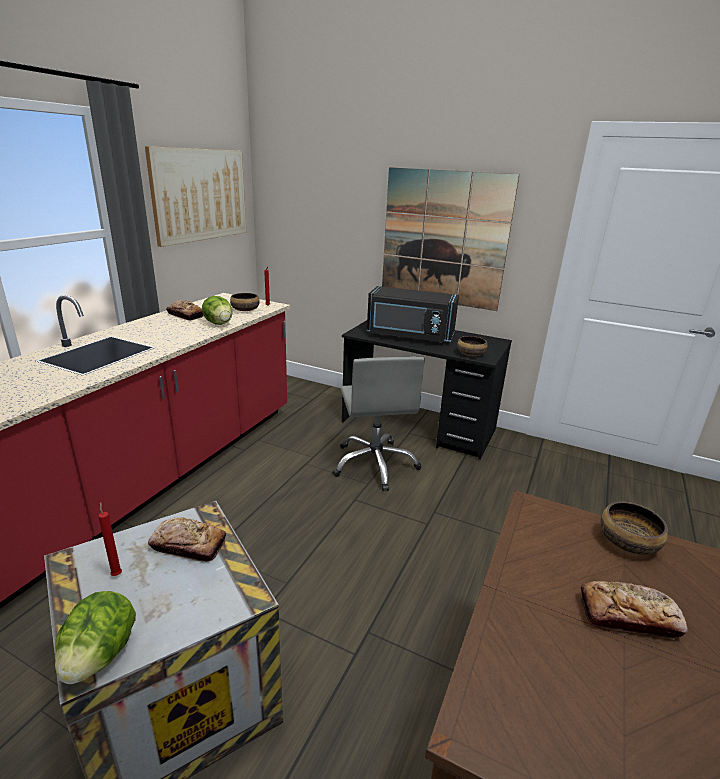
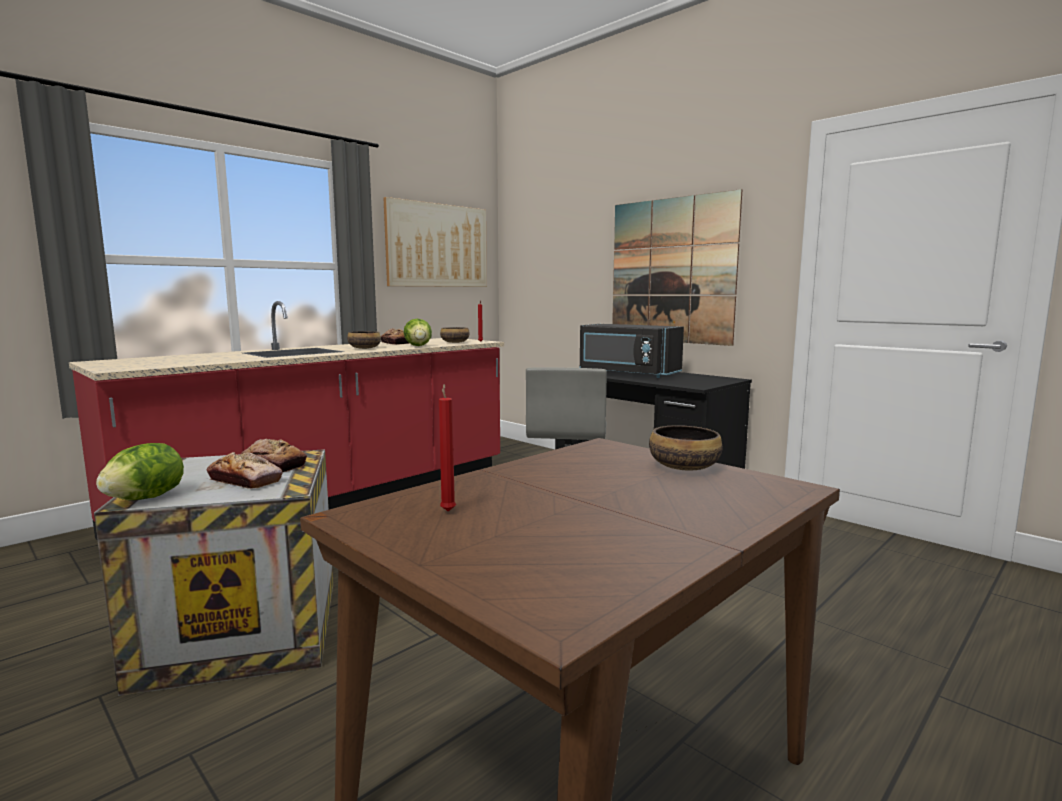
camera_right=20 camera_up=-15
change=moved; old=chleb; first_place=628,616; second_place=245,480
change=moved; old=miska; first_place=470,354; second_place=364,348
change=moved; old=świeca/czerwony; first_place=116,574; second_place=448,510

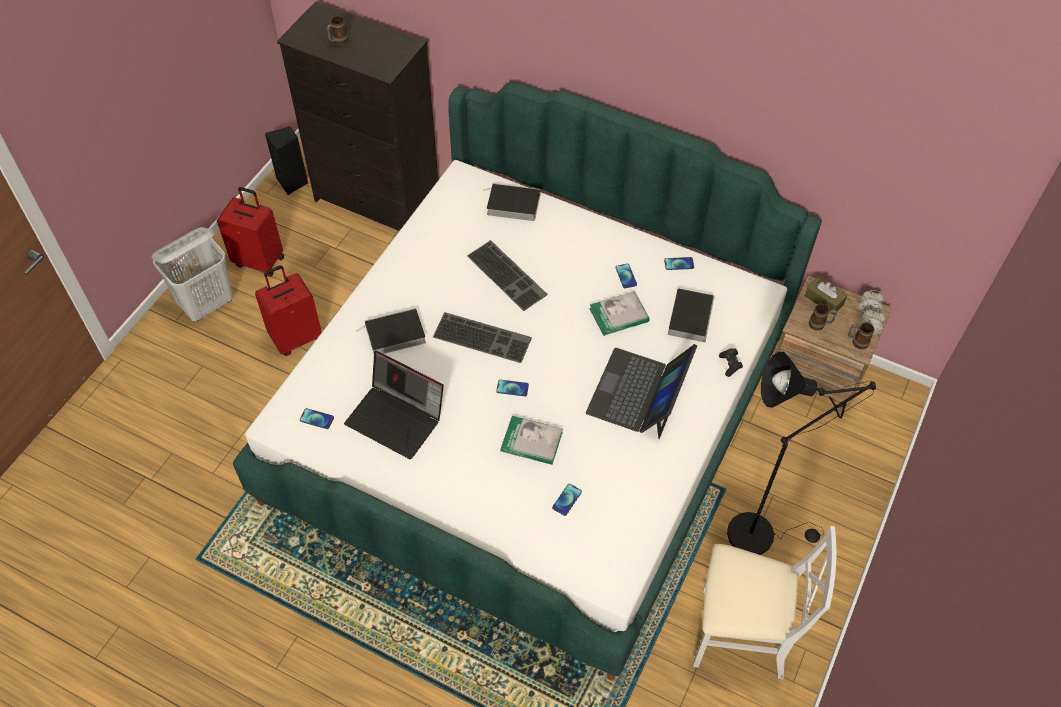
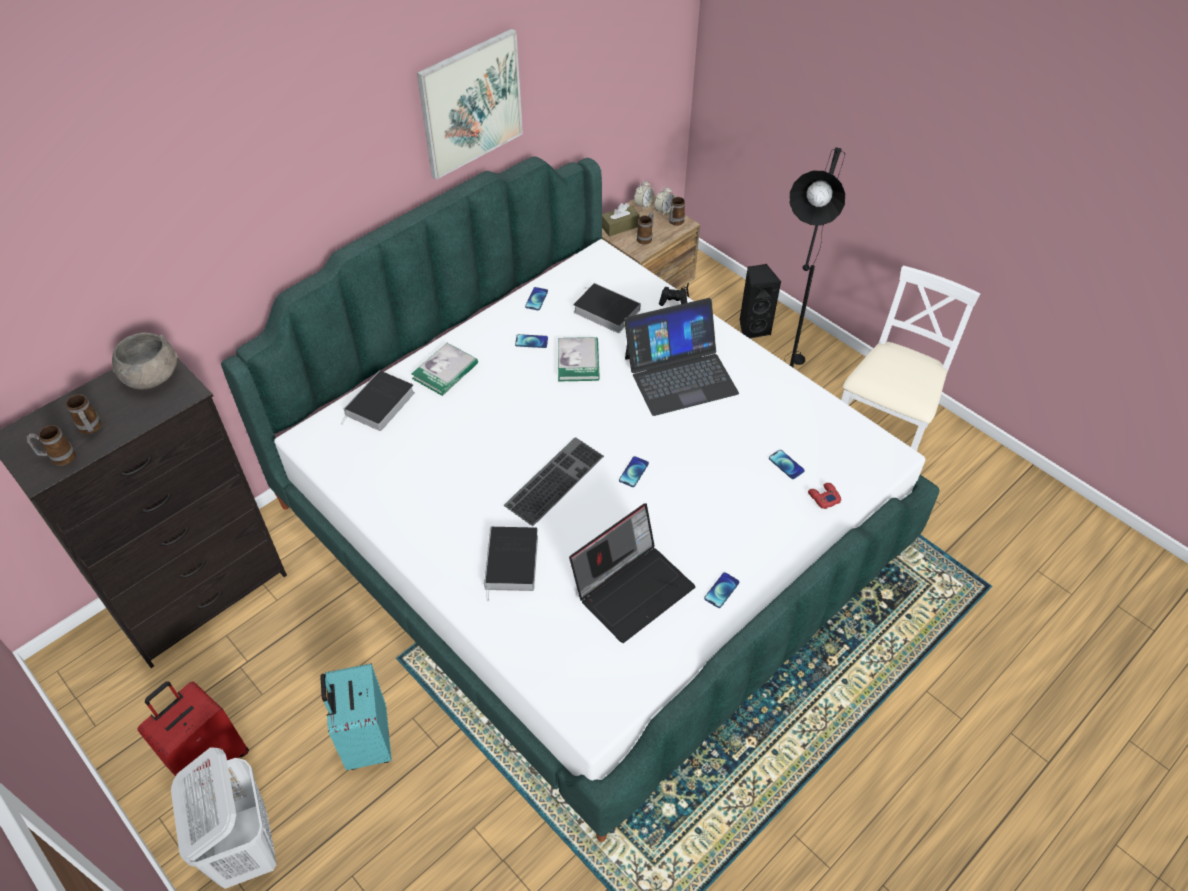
camera_right=-70 camera_up=-5
change=added; new=kubek; second_place=58,458
change=added; new=miska/szary; second_place=153,376
change=recoloured; old=walizka/czerwony; new=walizka/turkusowy; first_place=296,337; second_place=366,741
change=moved; old=książka; first_place=531,442; second_place=445,371
change=added; new=obraz; second_place=471,104
change=turned; old=laptop; first_place=638,393; second_place=680,374; degrees=-60
change=moved; old=telefon; first_place=317,419; second_place=721,590
change=moved; old=głośnik/czarny; first_place=293,182; second_place=753,328
change=added; new=pad do gier/czerwony; second_place=823,497
change=removed; old=klawiatura; first_place=508,275

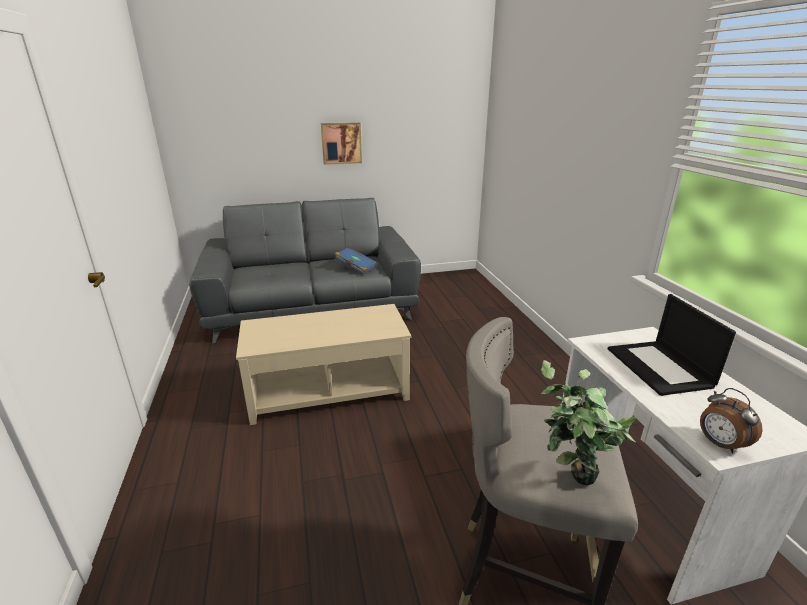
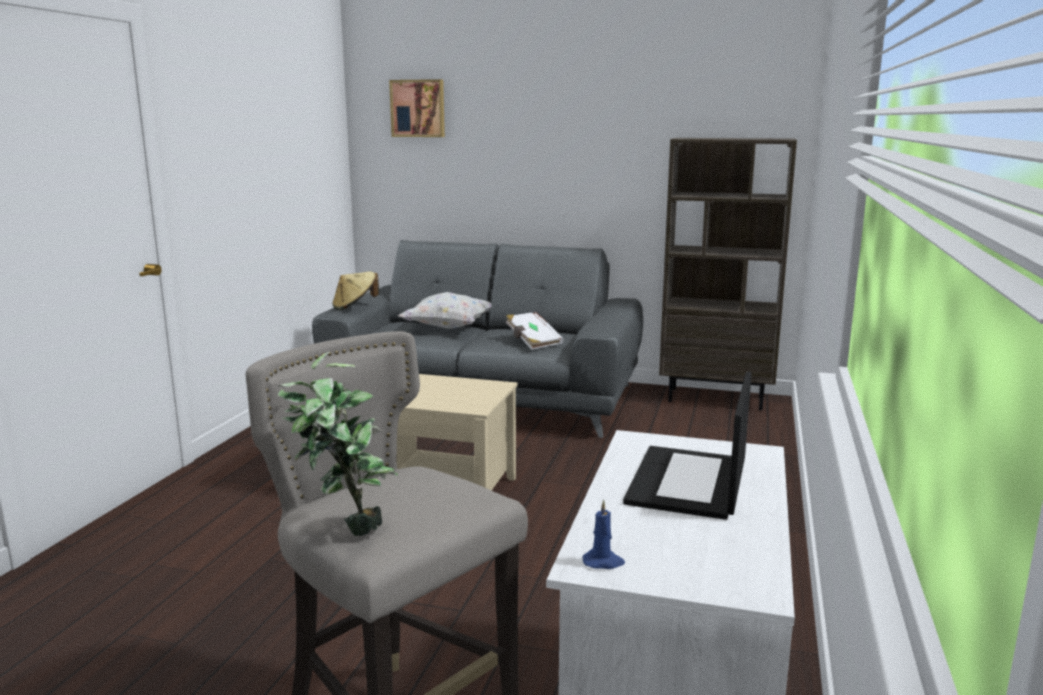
camera_right=30 camera_up=-10
change=added; new=kapelusz/beżowy; second_place=355,306
change=moved; old=obraz; first_place=341,143; second_place=418,108
change=added; new=poduszka/biały; second_place=448,328
change=recoloured; old=książka/niebieski; new=książka/biały; first_place=355,268; second_place=532,342
change=replaced; old=budzik; new=świeca/niebieski; first_place=719,444; second_place=603,562
change=added; new=regał/brązowy; second_place=716,398

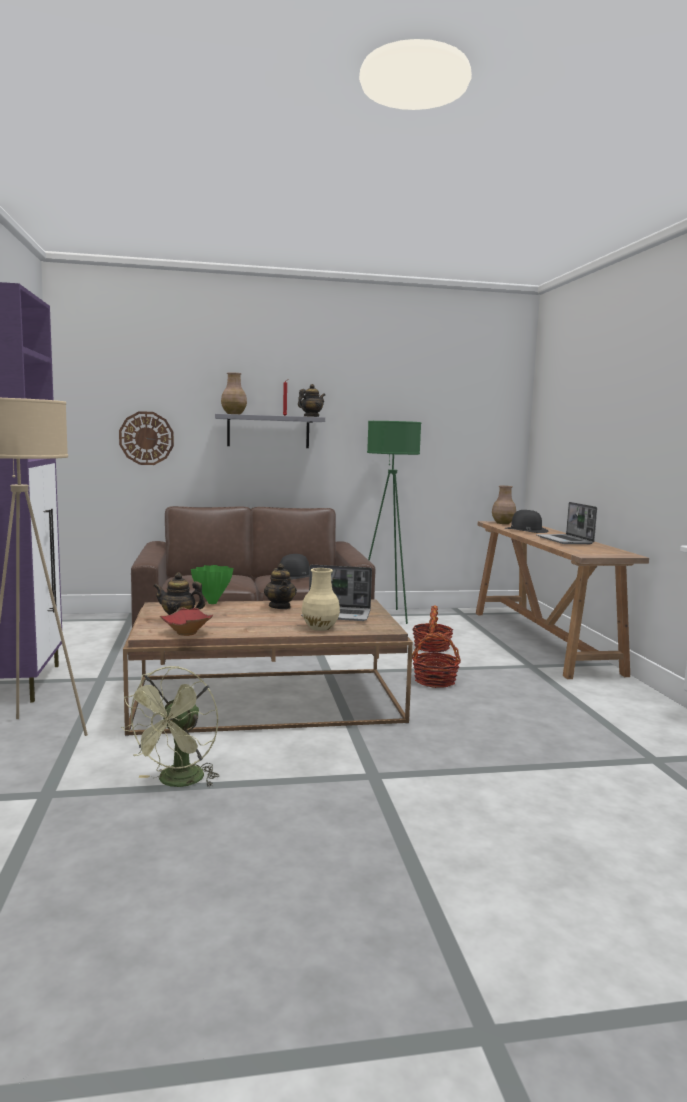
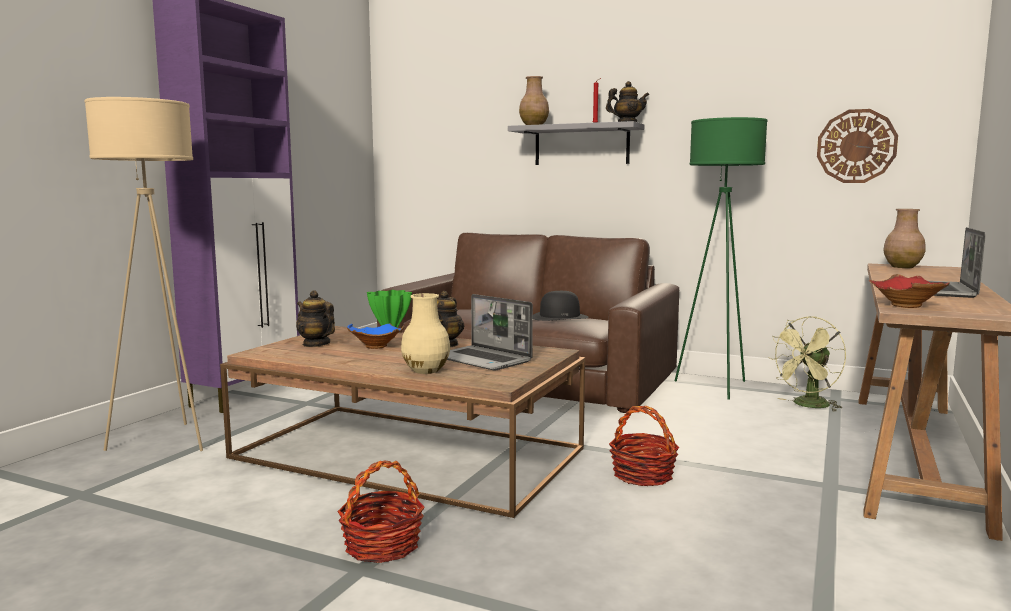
camera_right=35 camera_up=0
change=moved; old=koszyk; first_place=432,647; second_place=382,546
change=added; new=miska/niebieski; second_place=376,347
change=moved; old=wentylator/zielony; first_place=177,782; second_place=808,406
change=moved; old=zegar ścienny; first_place=146,438; second_place=856,146
change=moved; old=miska/czerwony; first_place=188,632; second_place=908,305
change=removed; old=kapelusz/czarny; first_place=526,530

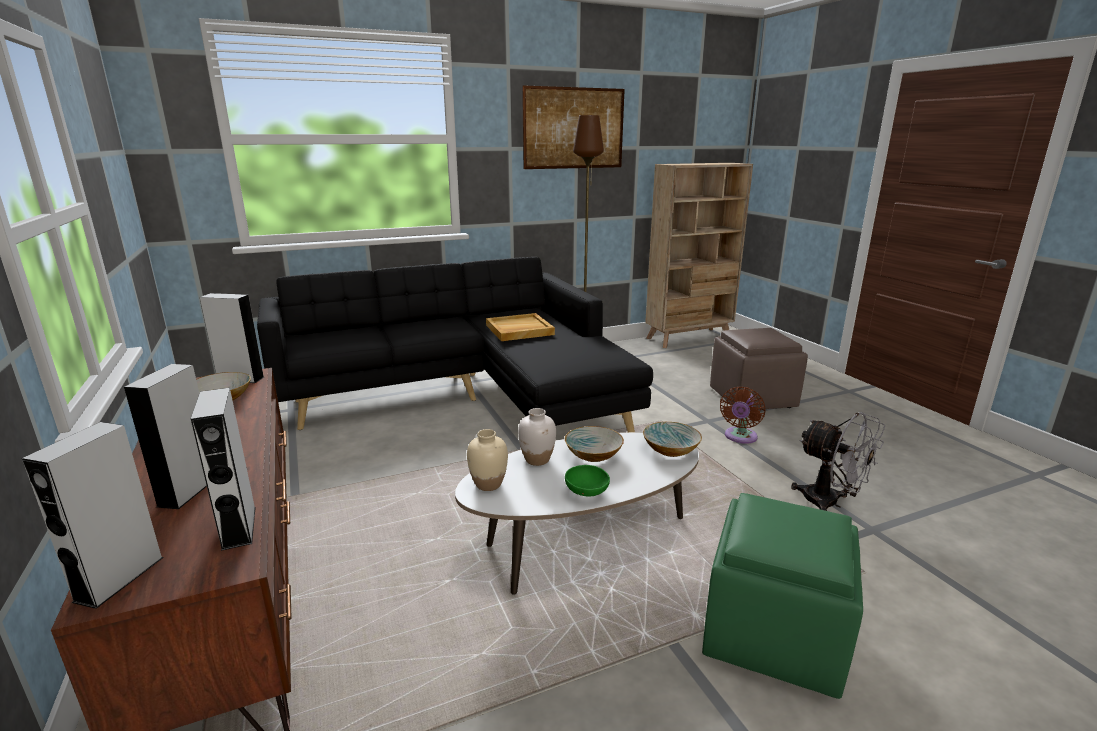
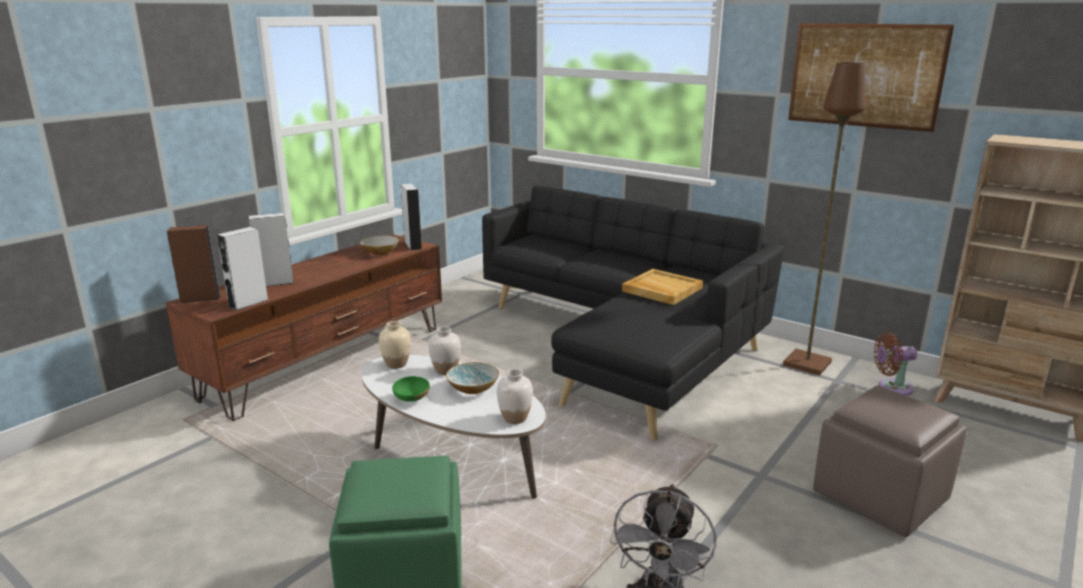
camera_right=60 camera_up=0
change=recoloured; old=głośnik/szary; new=głośnik/brązowy; first_place=119,579; second_place=200,299
change=replaced; old=miska; new=wazon/biały; first_place=671,450; second_place=515,418
change=moved; old=wentylator/brązowy; first_place=739,437; second_place=891,387

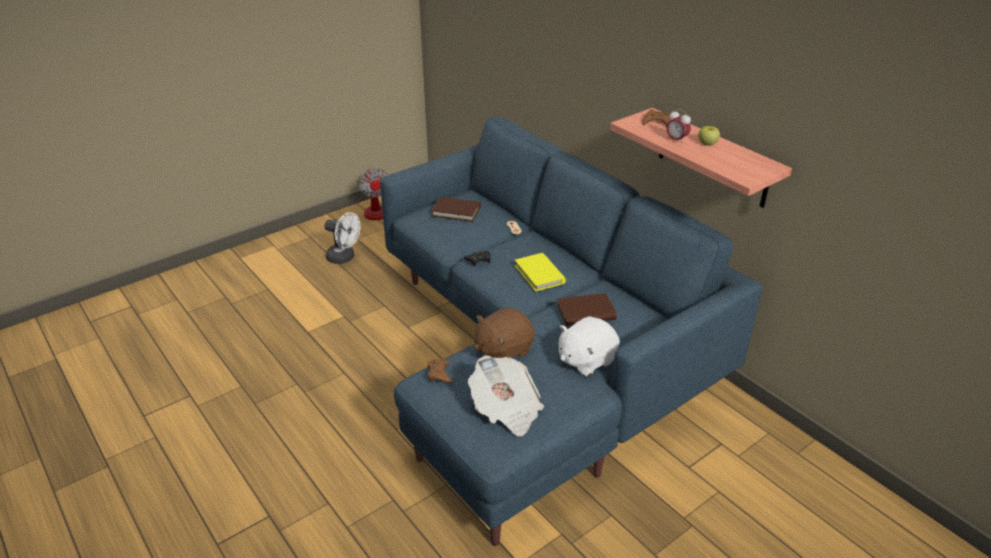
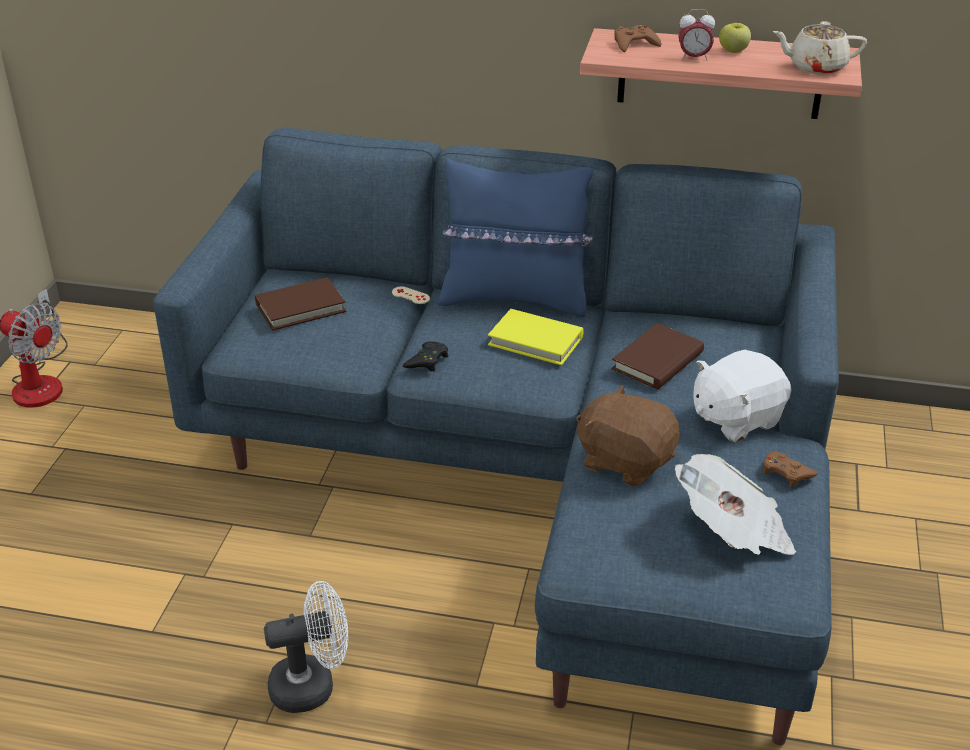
camera_right=-40 camera_up=0
change=moved; old=wentylator/biały; first_place=344,258; second_place=312,685
change=added; new=poduszka/niebieski; second_place=515,299
change=turned; old=pluszak/brązowy; first_place=503,350; second_place=625,461; degrees=105
change=turned; old=pluszak/biały; first_place=586,360; second_place=735,418; degrees=45
change=moved; old=pad do gier/brązowy; first_place=439,374; second_place=786,473
change=added; new=imbryk/beżowy; second_place=816,67

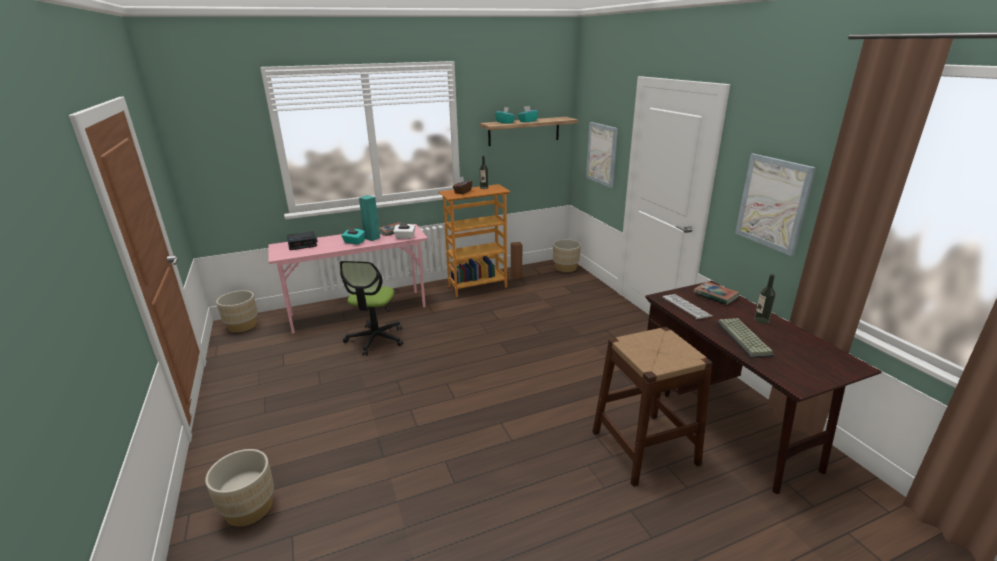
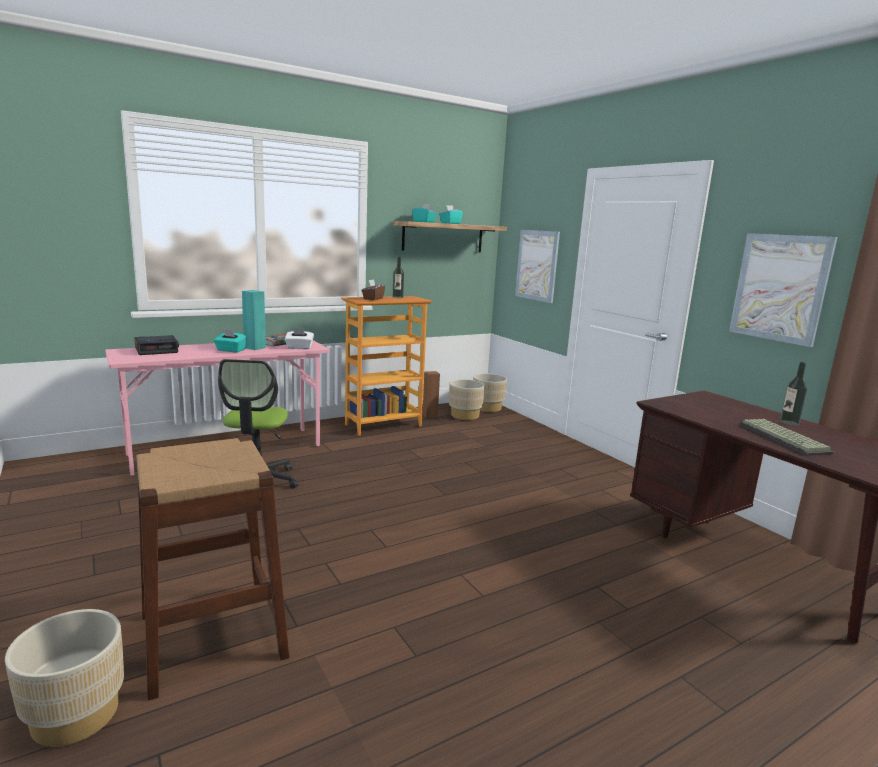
camera_right=-10 camera_up=-10
change=moved; old=stołek/brązowy; first_place=644,447; second_place=212,635
change=moved; old=donica/beżowy; first_place=242,325; second_place=465,415
change=removed; old=klawiatura; first_place=686,307
change=removed; old=książka; first_place=715,295

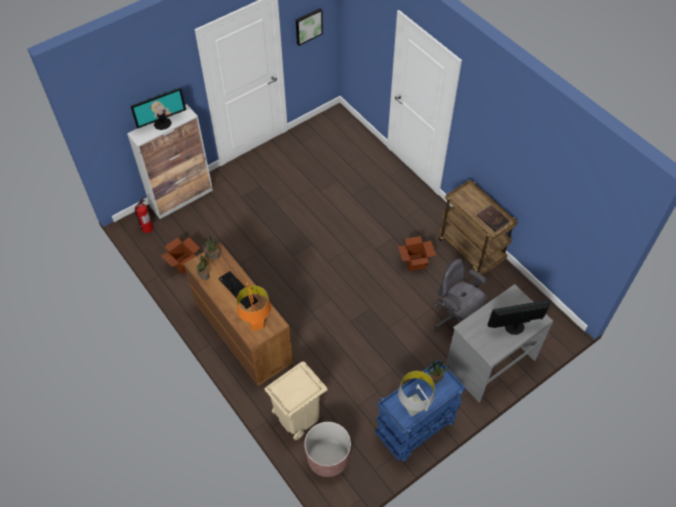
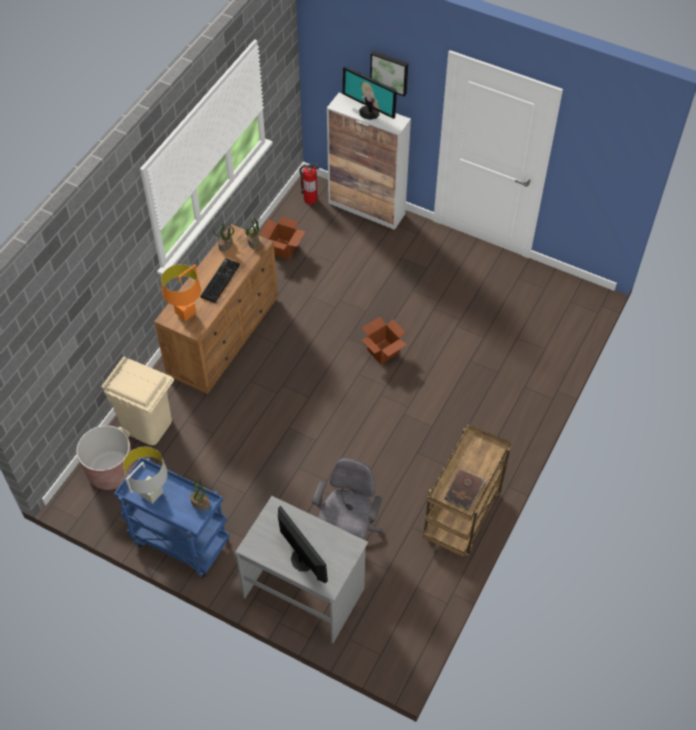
camera_right=65 camera_up=0
change=moved; old=karton; first_place=415,262; second_place=383,351
change=moved; old=obraz; first_place=308,26; second_place=389,72

